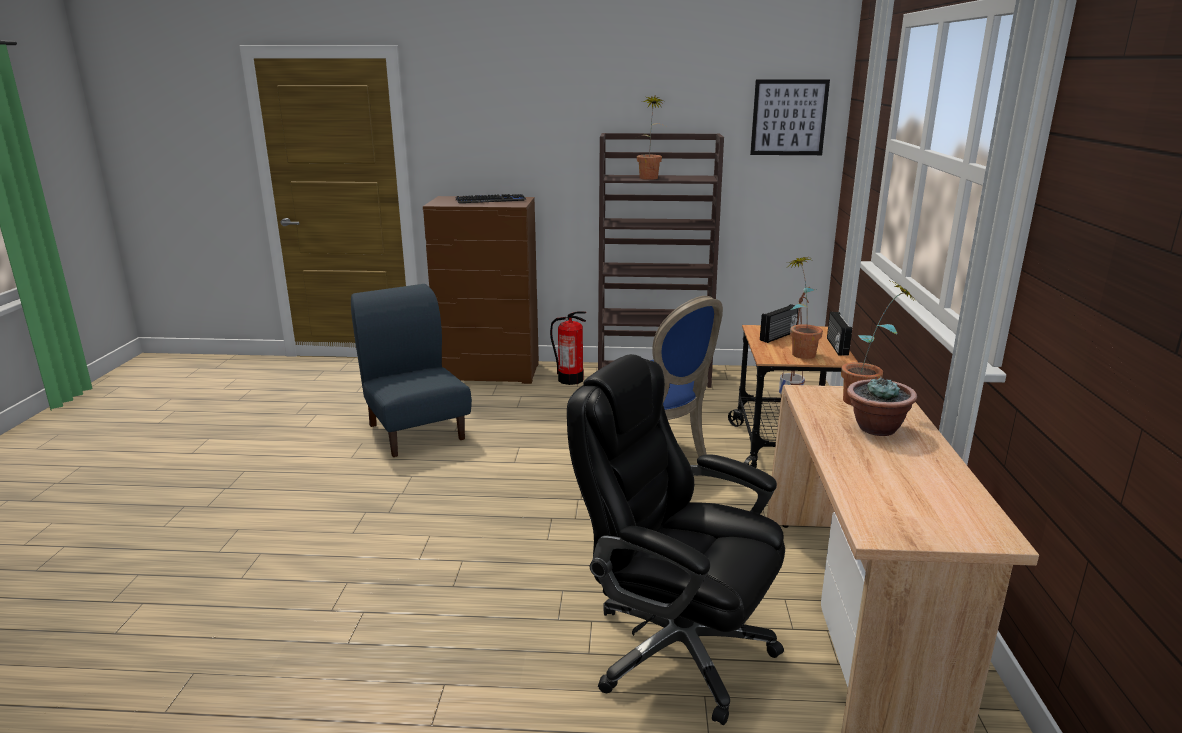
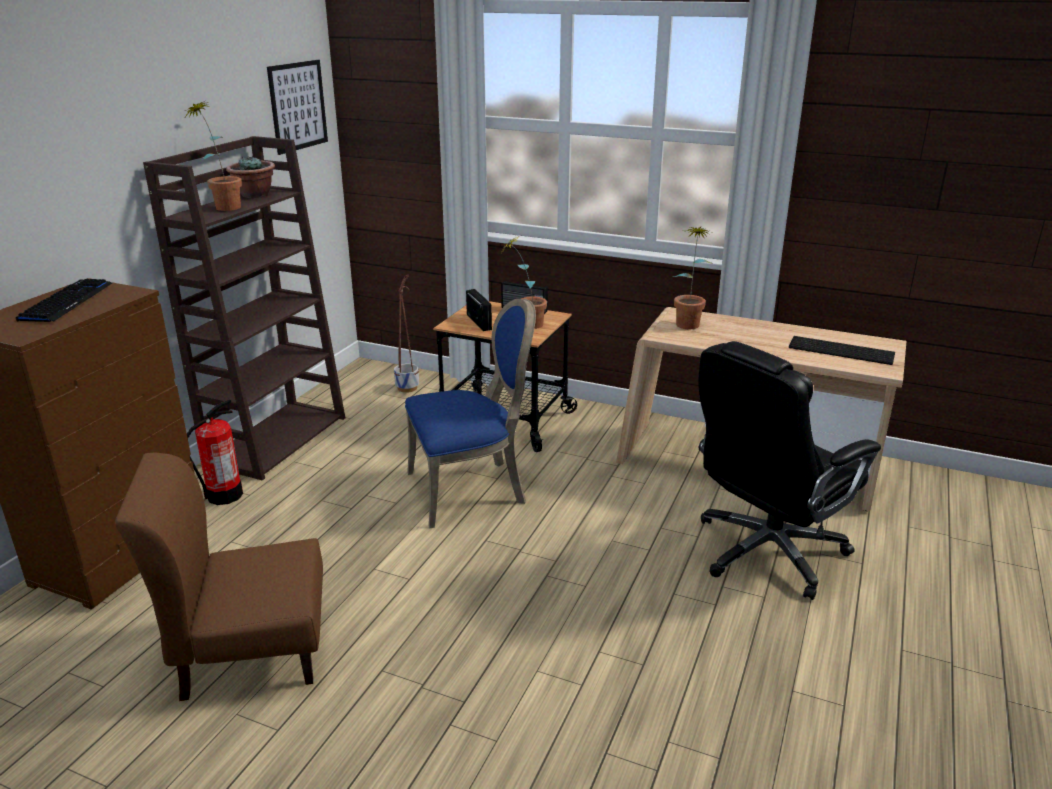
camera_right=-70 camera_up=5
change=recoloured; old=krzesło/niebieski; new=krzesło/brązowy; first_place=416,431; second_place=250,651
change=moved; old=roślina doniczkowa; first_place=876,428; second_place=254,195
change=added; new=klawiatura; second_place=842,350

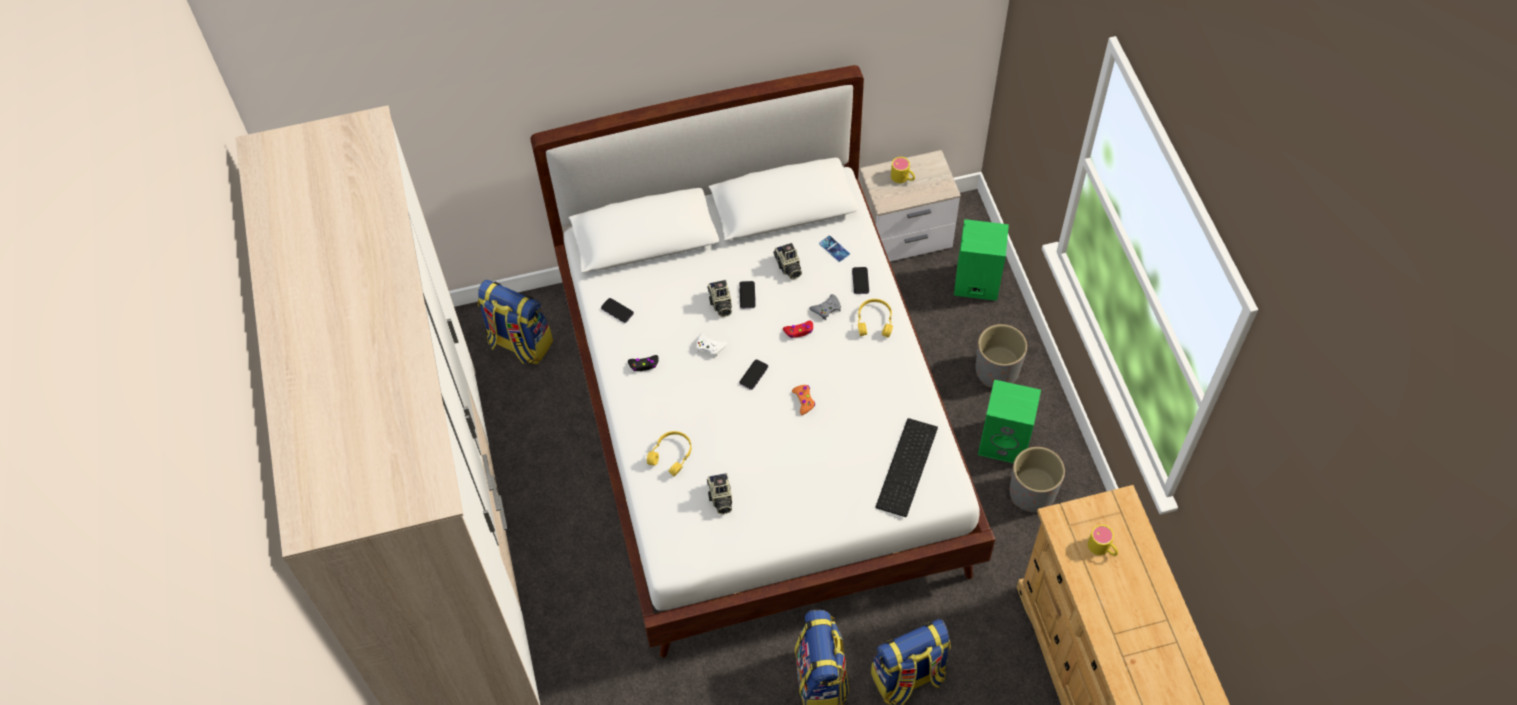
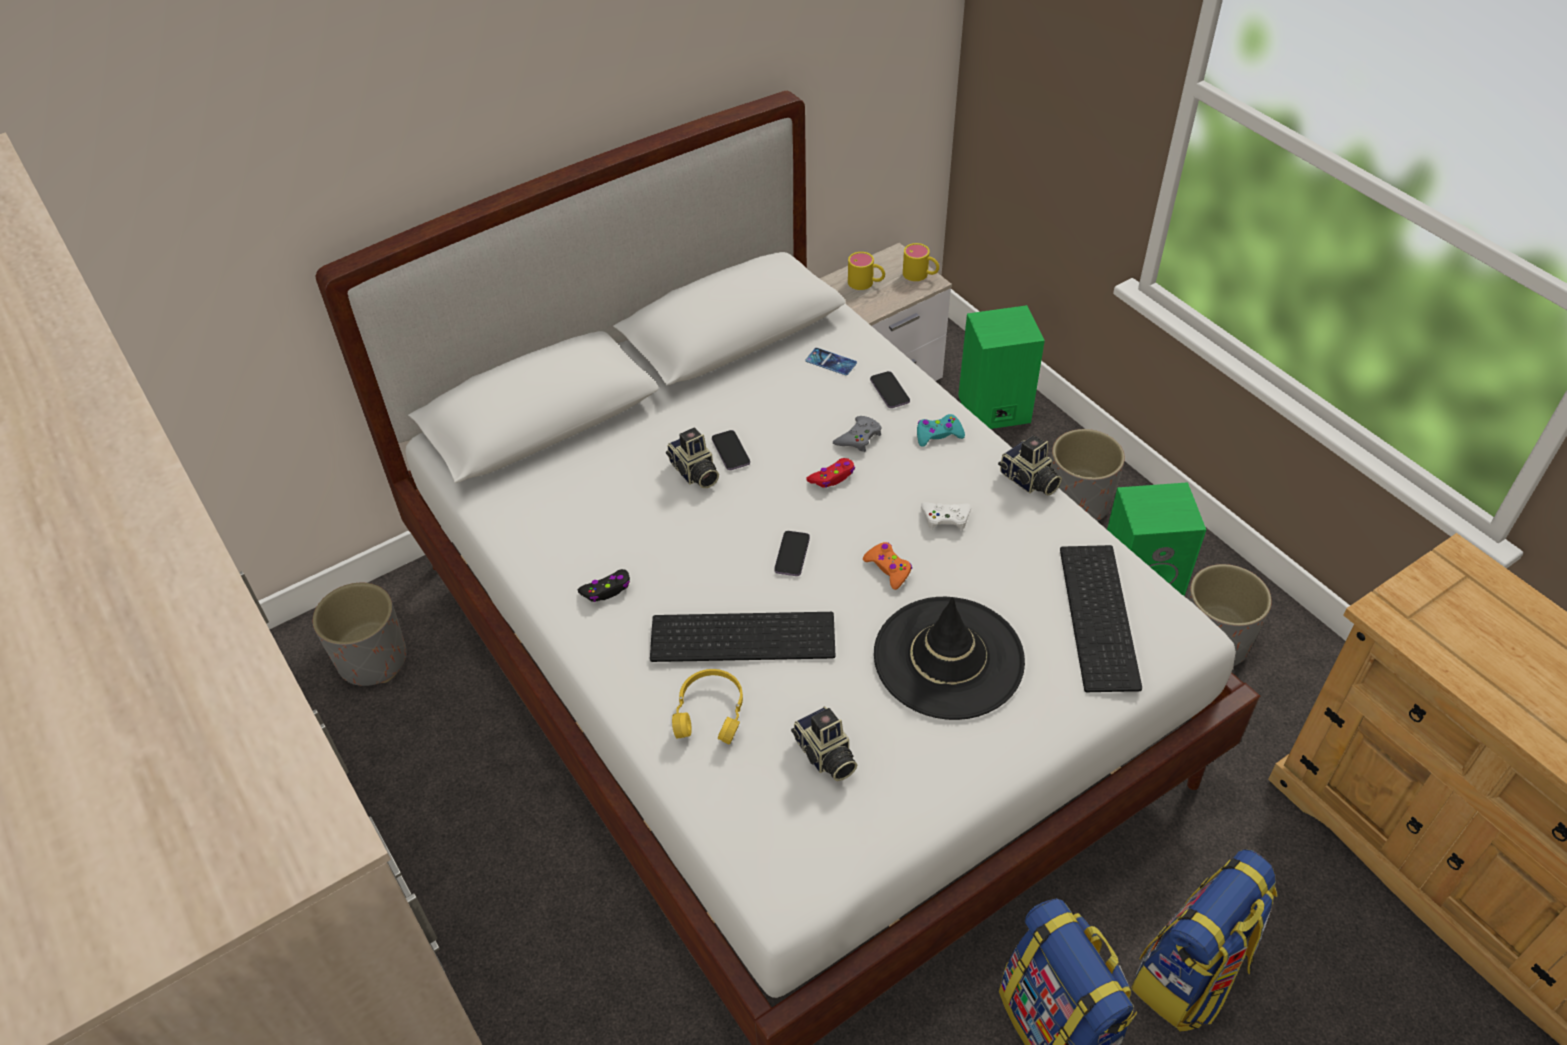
camera_right=-20 camera_up=-10
change=replaced; old=plecak; new=donica/szary; first_place=519,343; second_place=372,660
change=added; new=klawiatura; second_place=744,634
change=added; new=kapelusz/czarny; second_place=948,658
change=moved; old=kubek/żółty; first_place=1102,548; second_place=920,275
change=replaced; old=słuchawki/żółty; new=pad do gier/turkusowy; first_place=875,321; second_place=938,435
change=moved; old=pad do gier/biały; first_place=710,347; second_place=945,518
change=moved; old=aparat fotograficzny; first_place=788,267; second_place=1028,481
change=removed; old=telefon; first_place=617,311

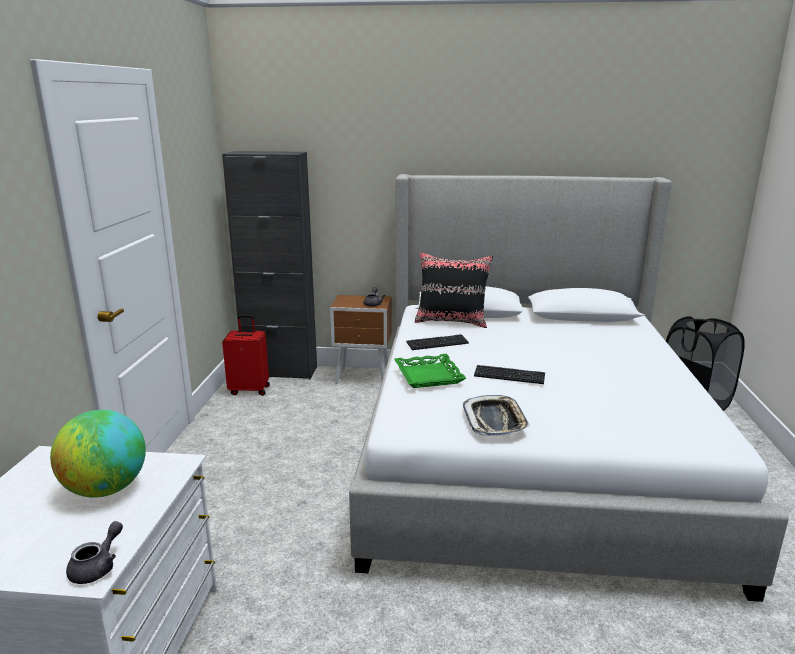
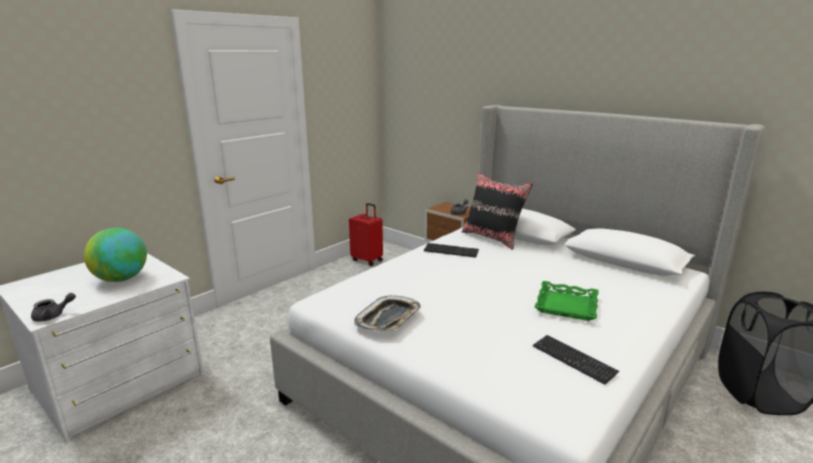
camera_right=35 camera_up=0
change=moved; old=klawiatura; first_place=509,376; second_place=573,360
change=moved; old=taca/zielony; first_place=428,375; second_place=566,305
change=removed; old=szafka/czarny; first_place=280,371

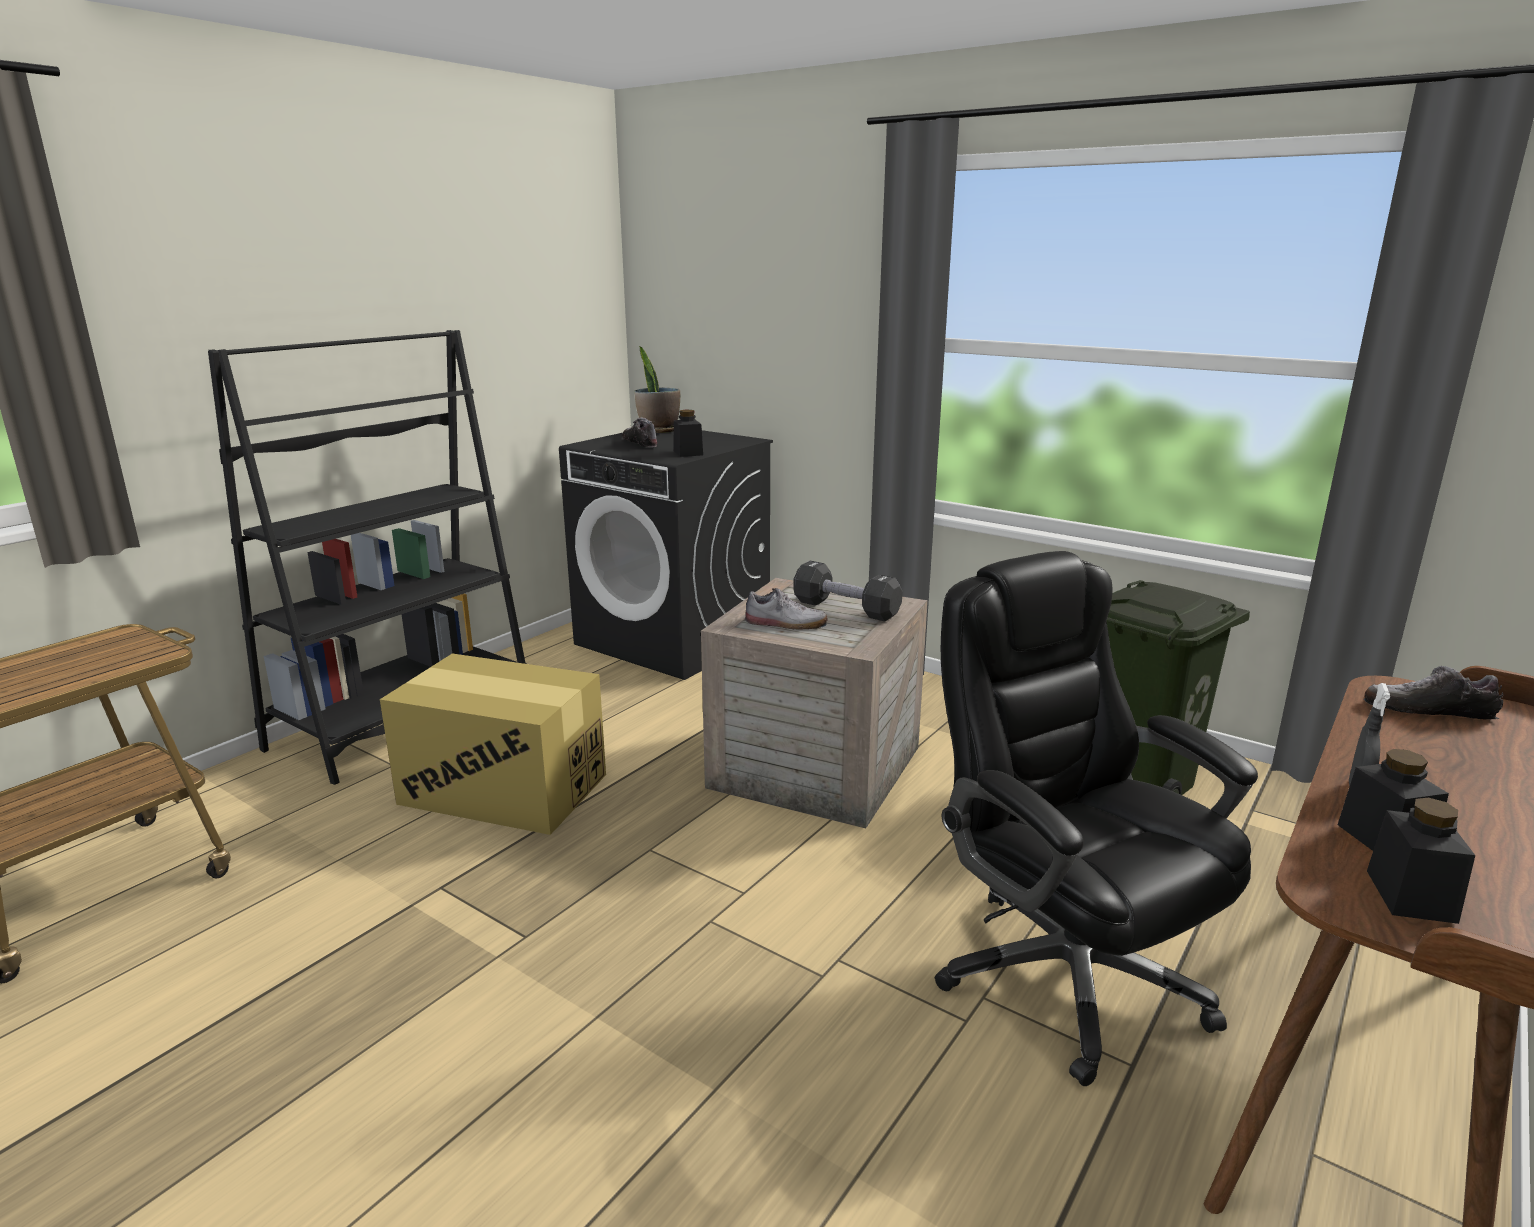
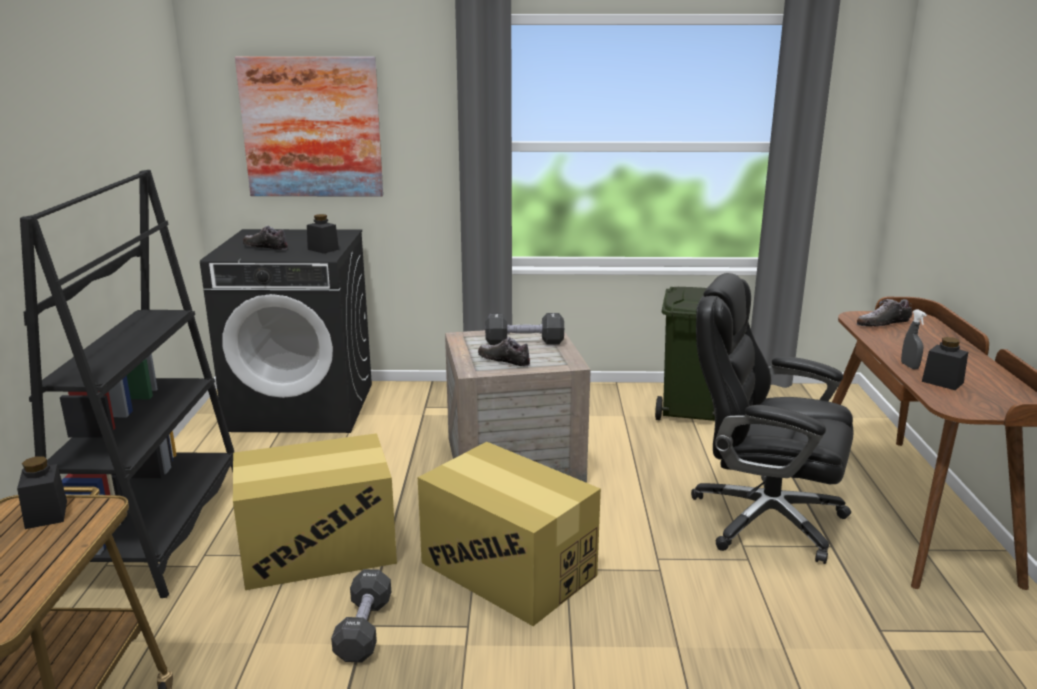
camera_right=-35 camera_up=0
change=moved; old=słoik/czarny; first_place=1410,896; second_place=46,514
change=added; new=obraz; second_place=312,127
change=added; new=hantel/czarny; second_place=364,629
change=added; new=karton; second_place=508,569
change=turned; old=but; first_place=785,623; second_place=504,360; degrees=-120
change=removed; old=roślina doniczkowa; first_place=658,430

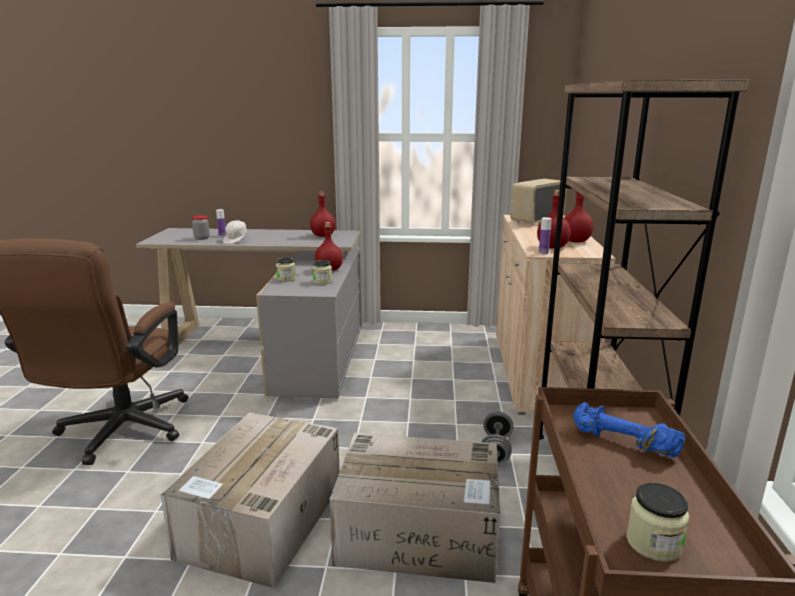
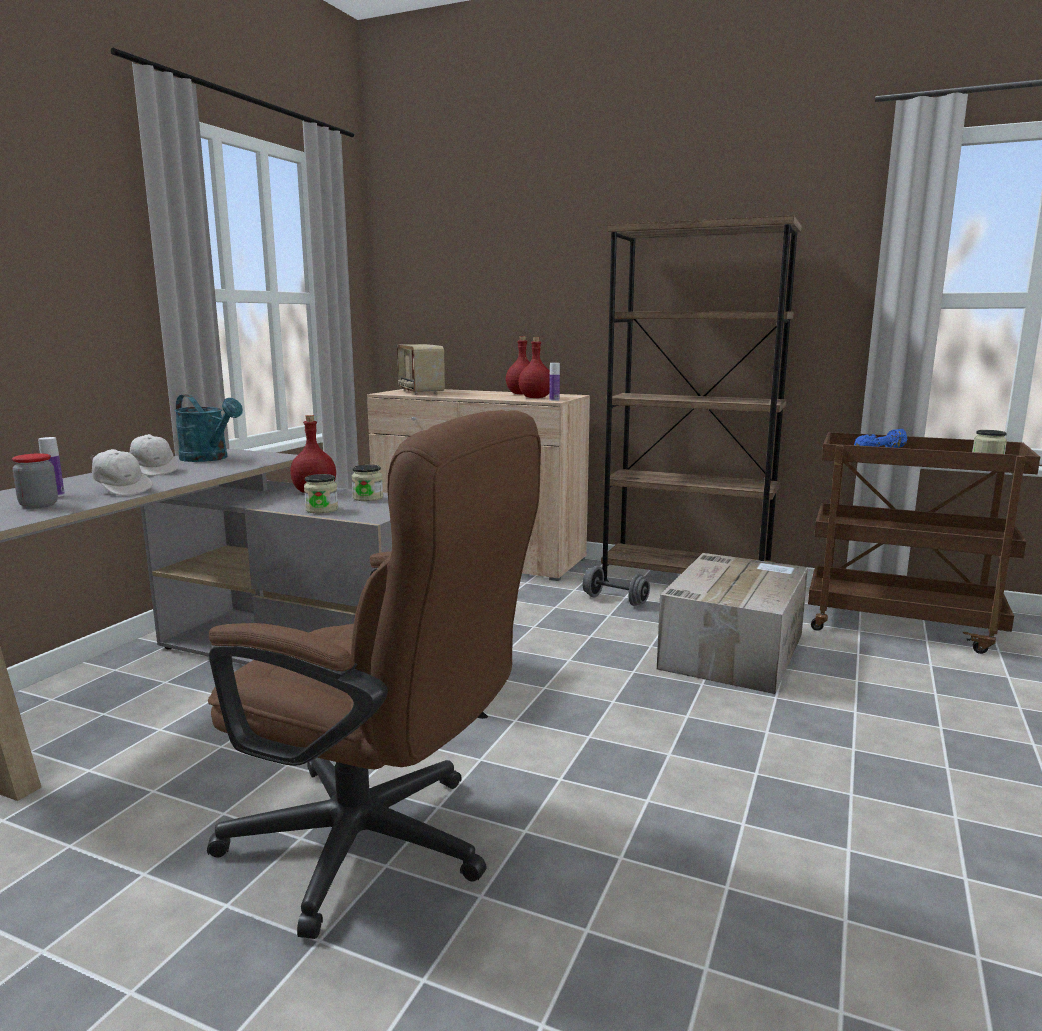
camera_right=-70 camera_up=-5
change=added; new=czapka z daszkiem/biały; second_place=155,471
change=replaced; old=butelka/czerwony; new=konewka/turkusowy; first_place=323,235; second_place=209,459
change=removed; old=karton; first_place=262,521

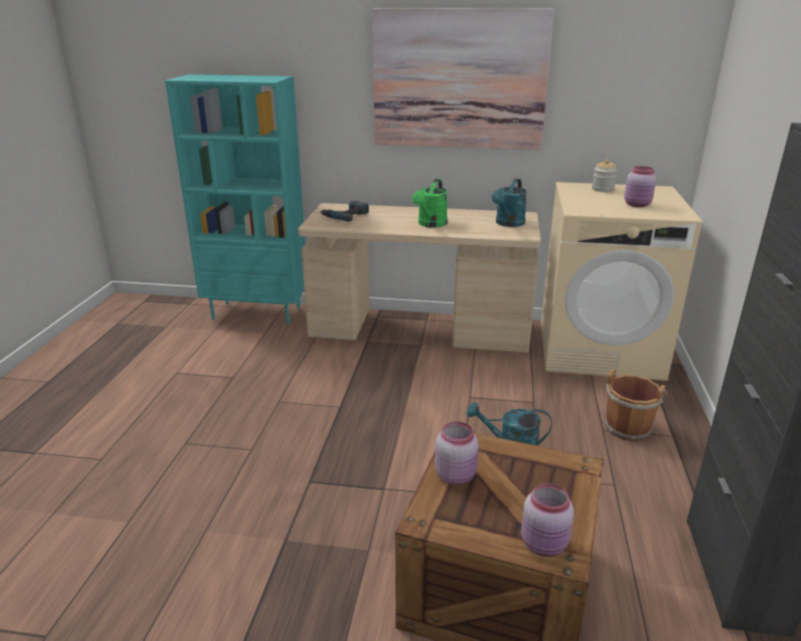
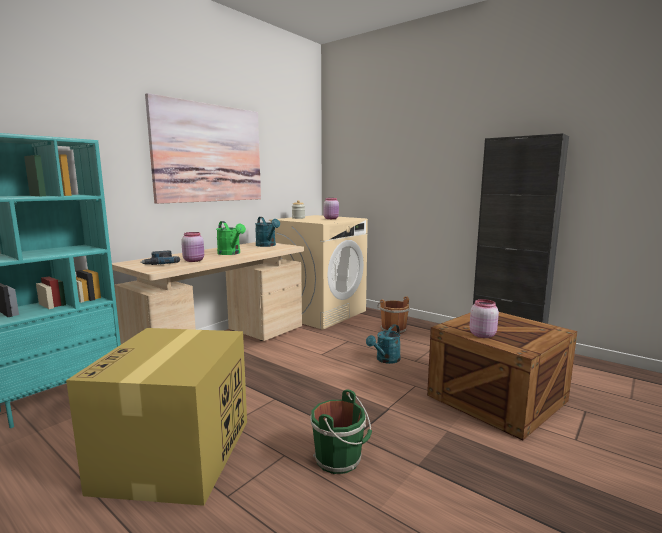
camera_right=-60 camera_up=-15
change=added; new=karton; second_place=175,455
change=moved; old=słoik/różowy; first_place=545,545; second_place=194,260
change=added; new=wiadro/zielony; second_place=340,459

